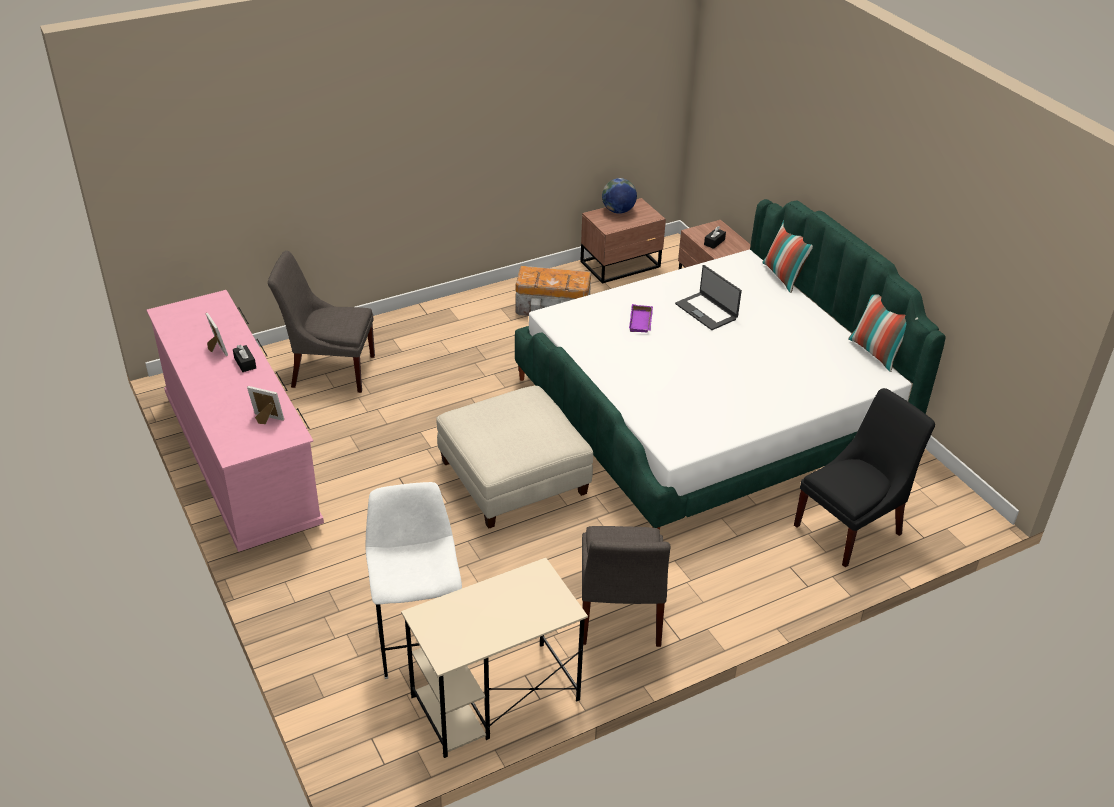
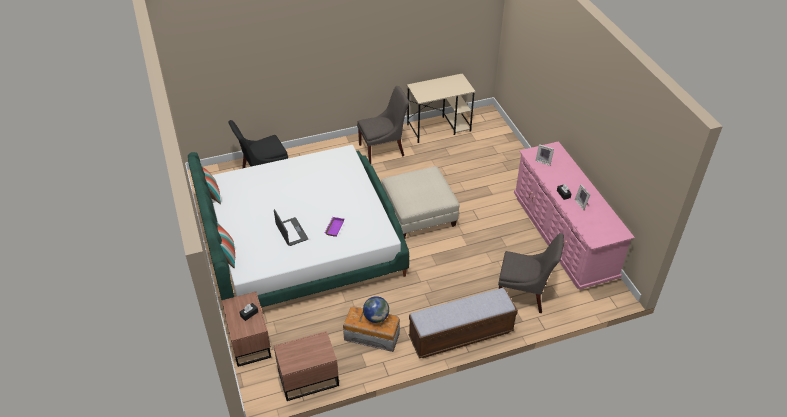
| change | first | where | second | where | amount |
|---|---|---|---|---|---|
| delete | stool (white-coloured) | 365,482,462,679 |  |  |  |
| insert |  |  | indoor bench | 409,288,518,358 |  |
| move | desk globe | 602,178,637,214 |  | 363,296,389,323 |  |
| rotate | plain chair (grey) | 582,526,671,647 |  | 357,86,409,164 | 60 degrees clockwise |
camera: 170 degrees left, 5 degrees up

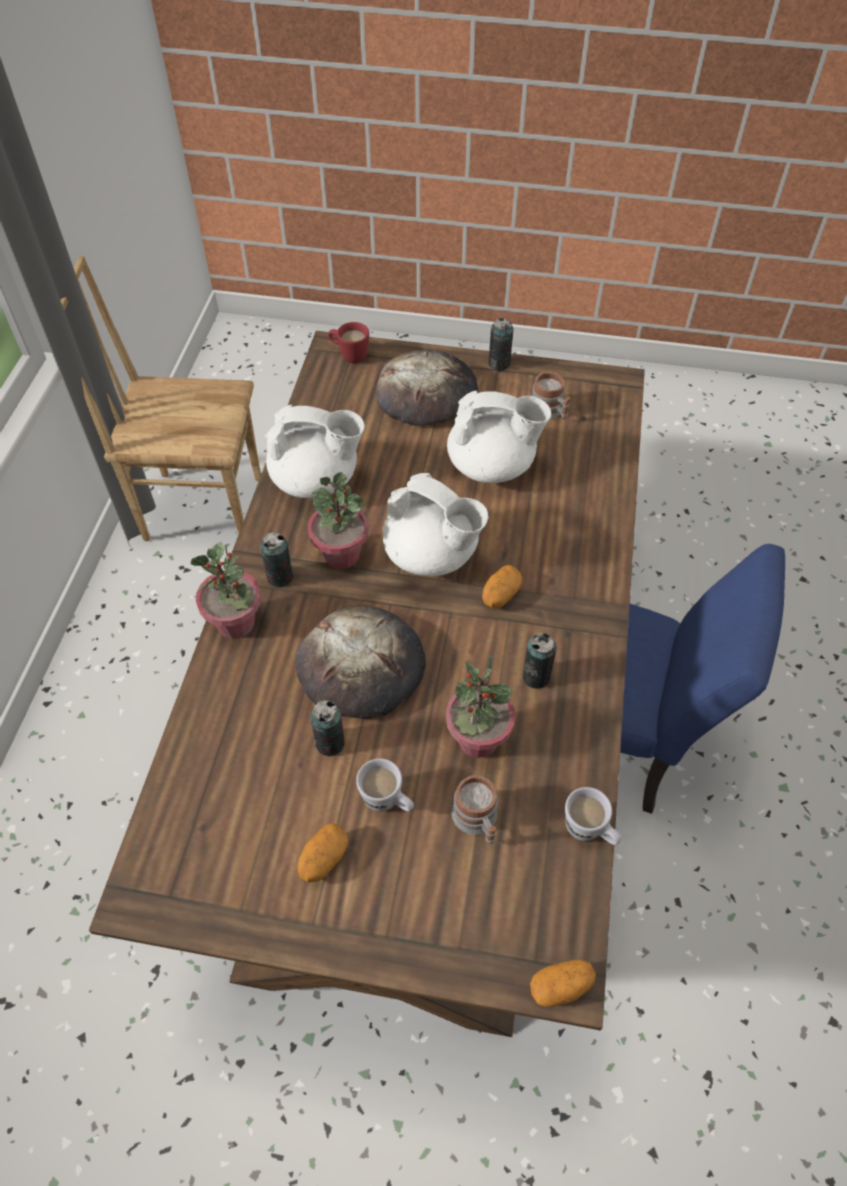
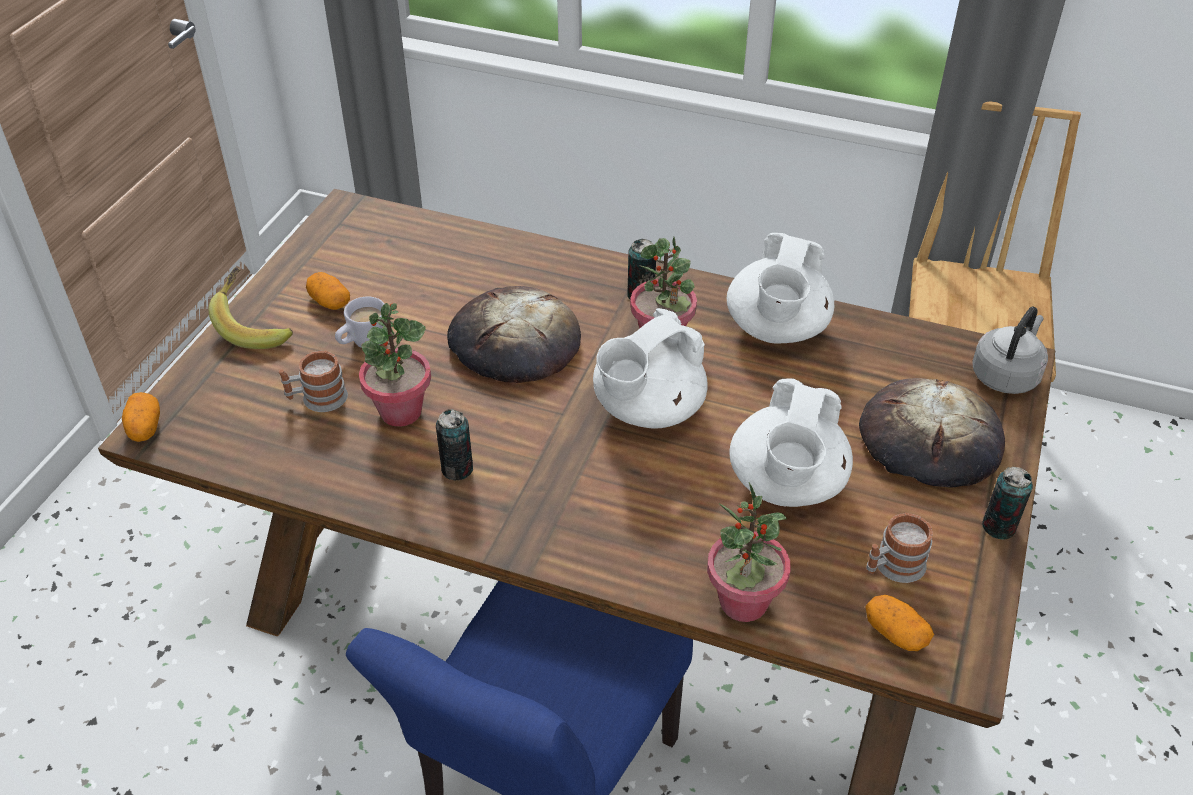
| change | first | where | second | where | amount |
|---|---|---|---|---|---|
| delete | metal can | 310,700,345,756 |  |  |  |
| delete | mug (white-coloured) | 565,787,622,845 |  |  |  |
| insert |  |  | banana fruit | 208,267,293,349 |  |
| move | houseplant | 191,542,261,639 |  | 707,482,790,622 |  |
| move | spud | 482,565,523,609 |  | 865,595,934,651 |  |
| replace | mug (reddish) | 328,322,369,363 | kettle (grey) | 972,306,1048,394 |  |
camera: 100 degrees right, 10 degrees down

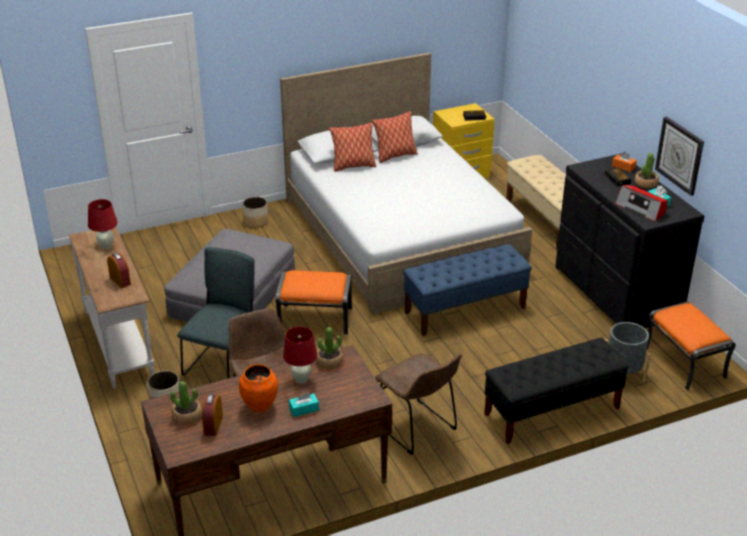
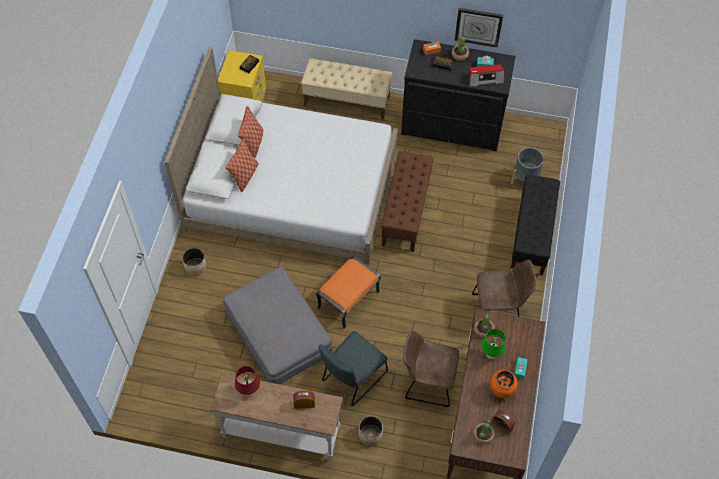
| change | first | where | second | where | amount |
|---|---|---|---|---|---|
| delete | ottoman (orange) | 647,302,736,391 |  |  |  |
| recolor | tabletop lamp (reddish) | 283,327,318,384 | tabletop lamp (green) | 481,329,506,359 |  |
| recolor | indoor bench (blue-coloured) | 403,244,532,336 | indoor bench (brown) | 381,151,434,252 |  |
| rotate | plain chair (grey) | 177,247,255,379 |  | 319,331,388,406 | 105 degrees counterclockwise |
camera: 55 degrees left, 25 degrees up

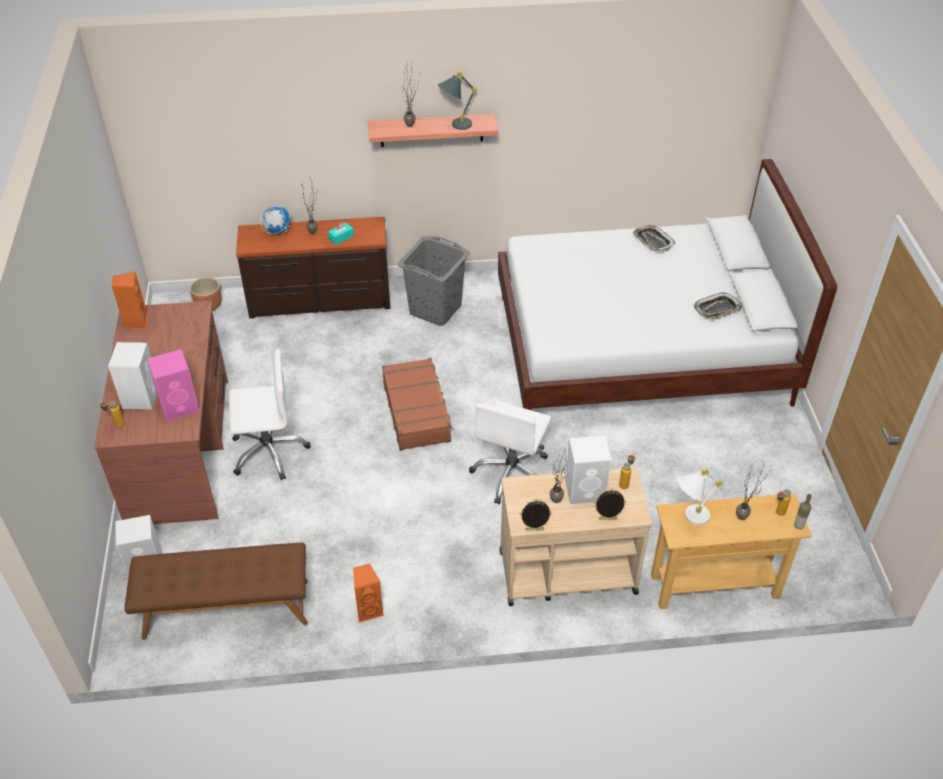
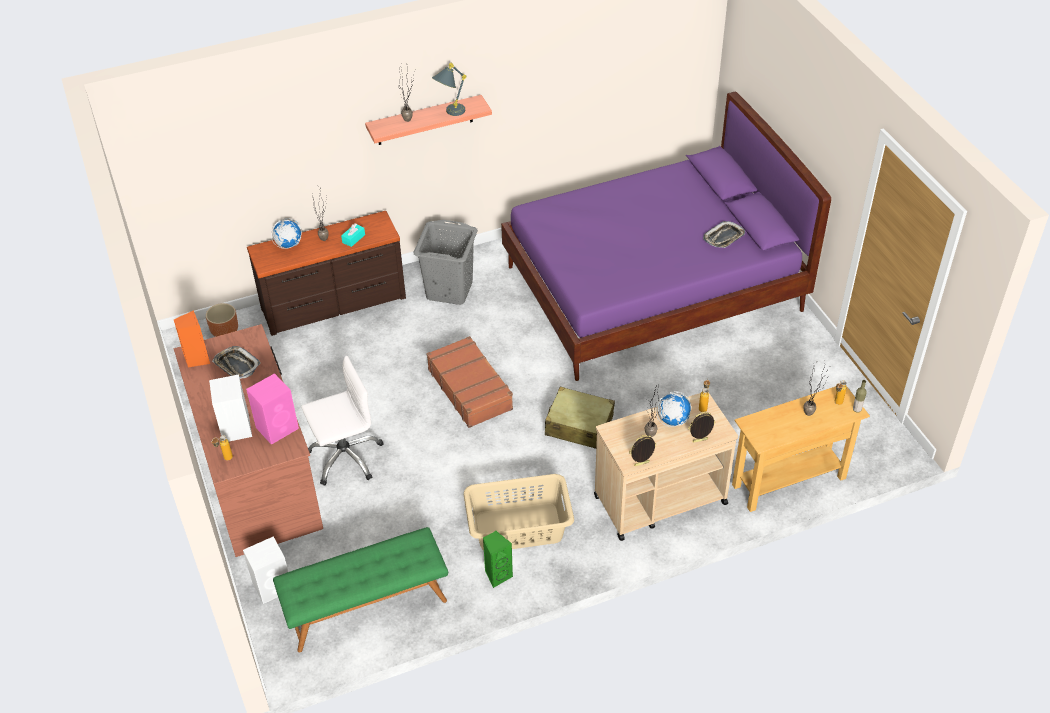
| change | first | where | second | where | amount |
|---|---|---|---|---|---|
| delete | tabletop lamp (white-coloured) | 677,469,722,525 |  |  |  |
| insert |  |  | hamper (beige-coloured) | 464,474,574,551 |  |
| move | serving tray | 632,225,675,252 |  | 212,346,261,379 |  |
| replace | desk chair (white-coloured) | 469,400,551,504 | travel case (beige-coloured) | 545,387,615,449 |  |
| replace | loudspeaker (white-coloured) | 565,436,611,504 | desk globe | 656,391,691,427 |  |
| recolor | indoor bench (brown) | 124,543,308,640 | indoor bench (green) | 273,527,448,653 |  |
| recolor | loudspeaker (orange) | 353,564,384,622 | loudspeaker (green) | 483,531,513,588 |  |
| recolor | sleeping bed (white-coloured) | 498,159,837,410 | sleeping bed (purplish) | 501,91,831,381 |  |
camera: 15 degrees left, 0 degrees up

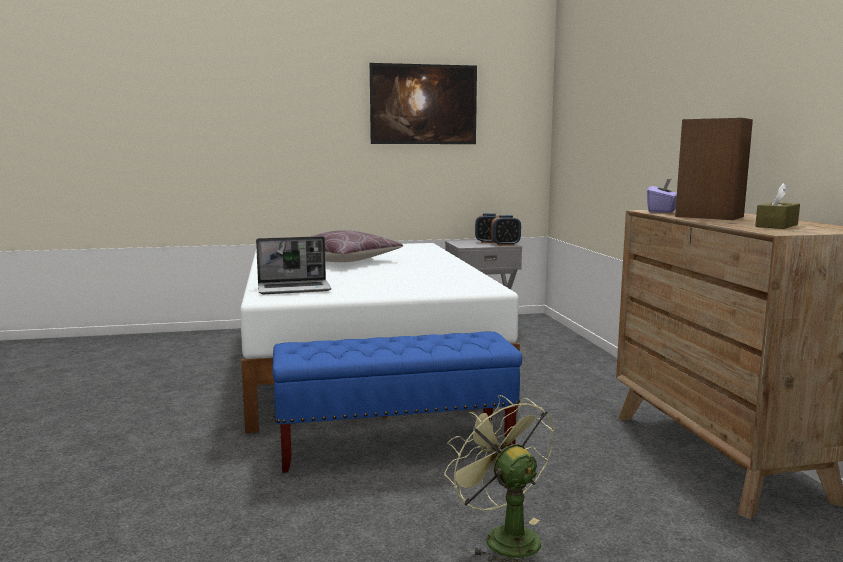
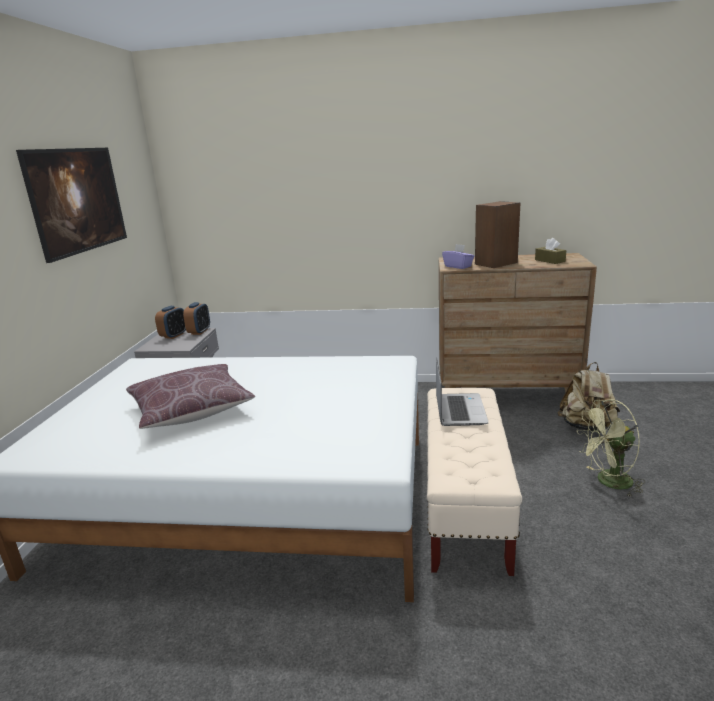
| change | first | where | second | where | amount |
|---|---|---|---|---|---|
| insert |  |  | rucksack (beige-coloured) | 557,362,620,433 |  |
| move | portable computer | 256,236,331,294 |  | 436,358,489,426 |  |
| recolor | indoor bench (blue-coloured) | 272,331,522,473 | indoor bench (beige-coloured) | 427,388,522,576 |  |
camera: 70 degrees left, 10 degrees up

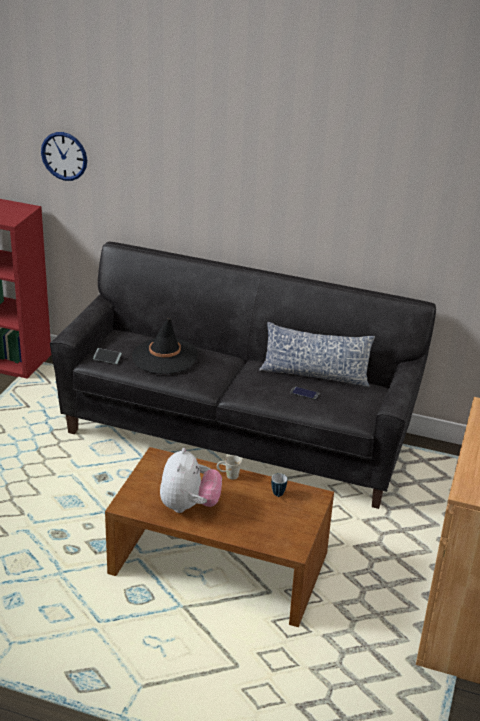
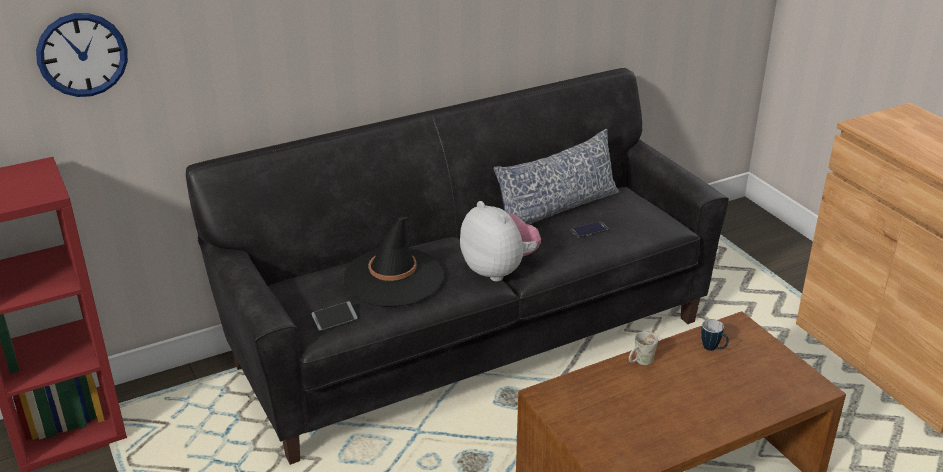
| change | first | where | second | where | amount |
|---|---|---|---|---|---|
| move | plush toy | 160,448,222,513 |  | 460,201,541,282 |  |
camera: 45 degrees left, 0 degrees up

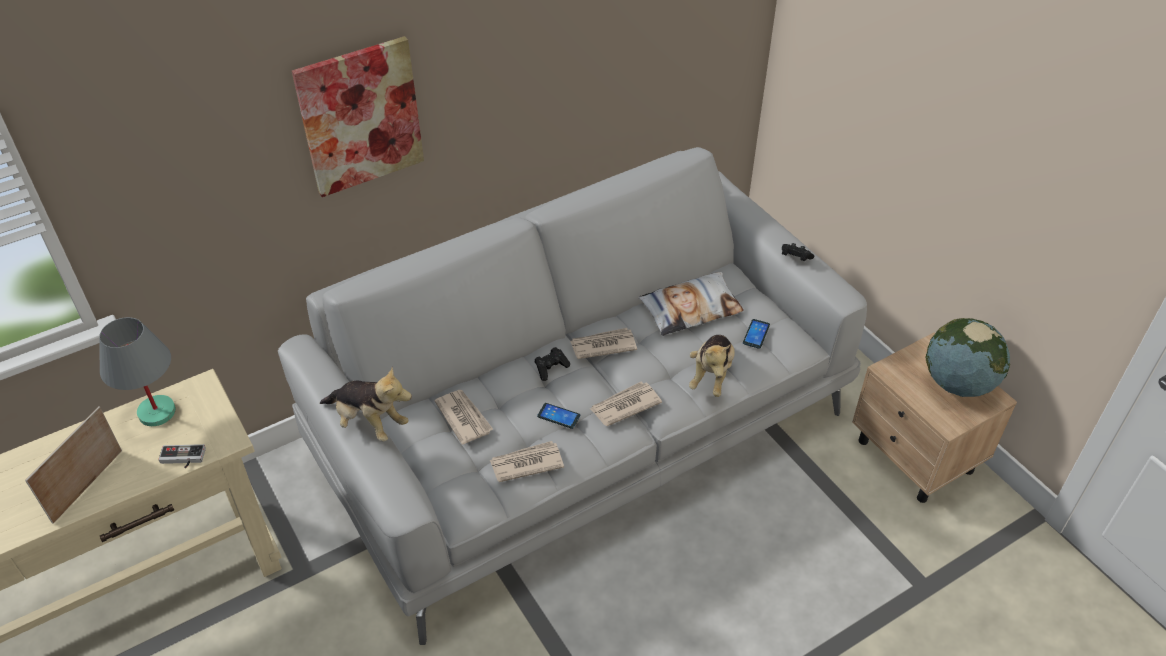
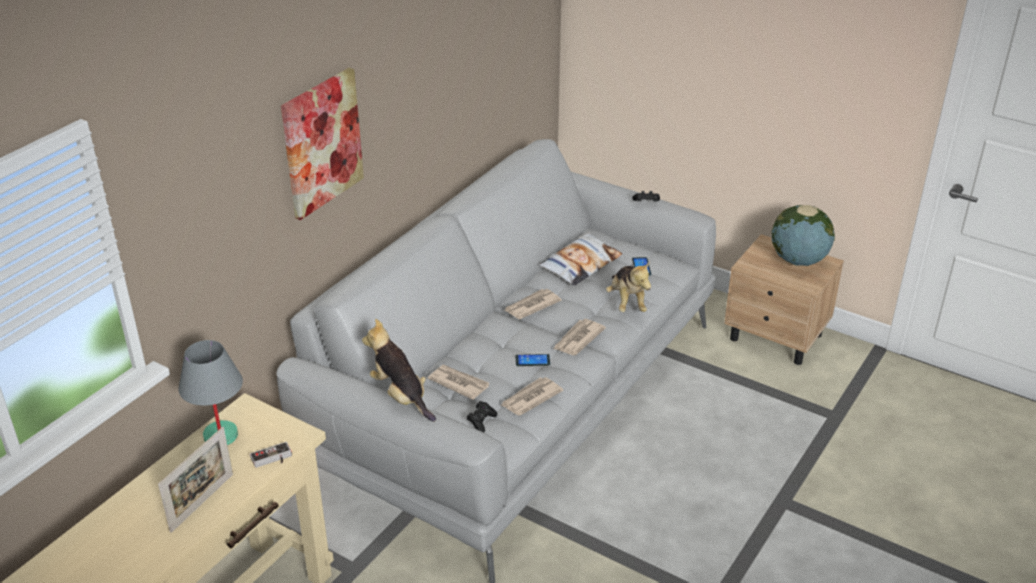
| change | first | where | second | where | amount |
|---|---|---|---|---|---|
| move | joypad (blackish) | 535,347,570,381 |  | 467,401,497,433 |  |
| rotate | picture frame | 25,406,122,524 |  | 158,427,233,533 | 150 degrees counterclockwise |
| rotate | plush toy | 320,367,412,442 |  | 362,319,436,422 | 135 degrees counterclockwise |
camera: 25 degrees left, 10 degrees down

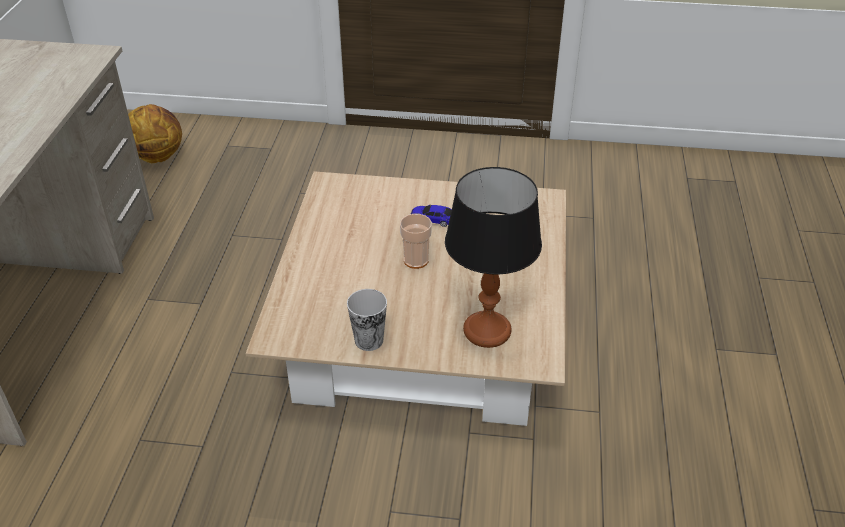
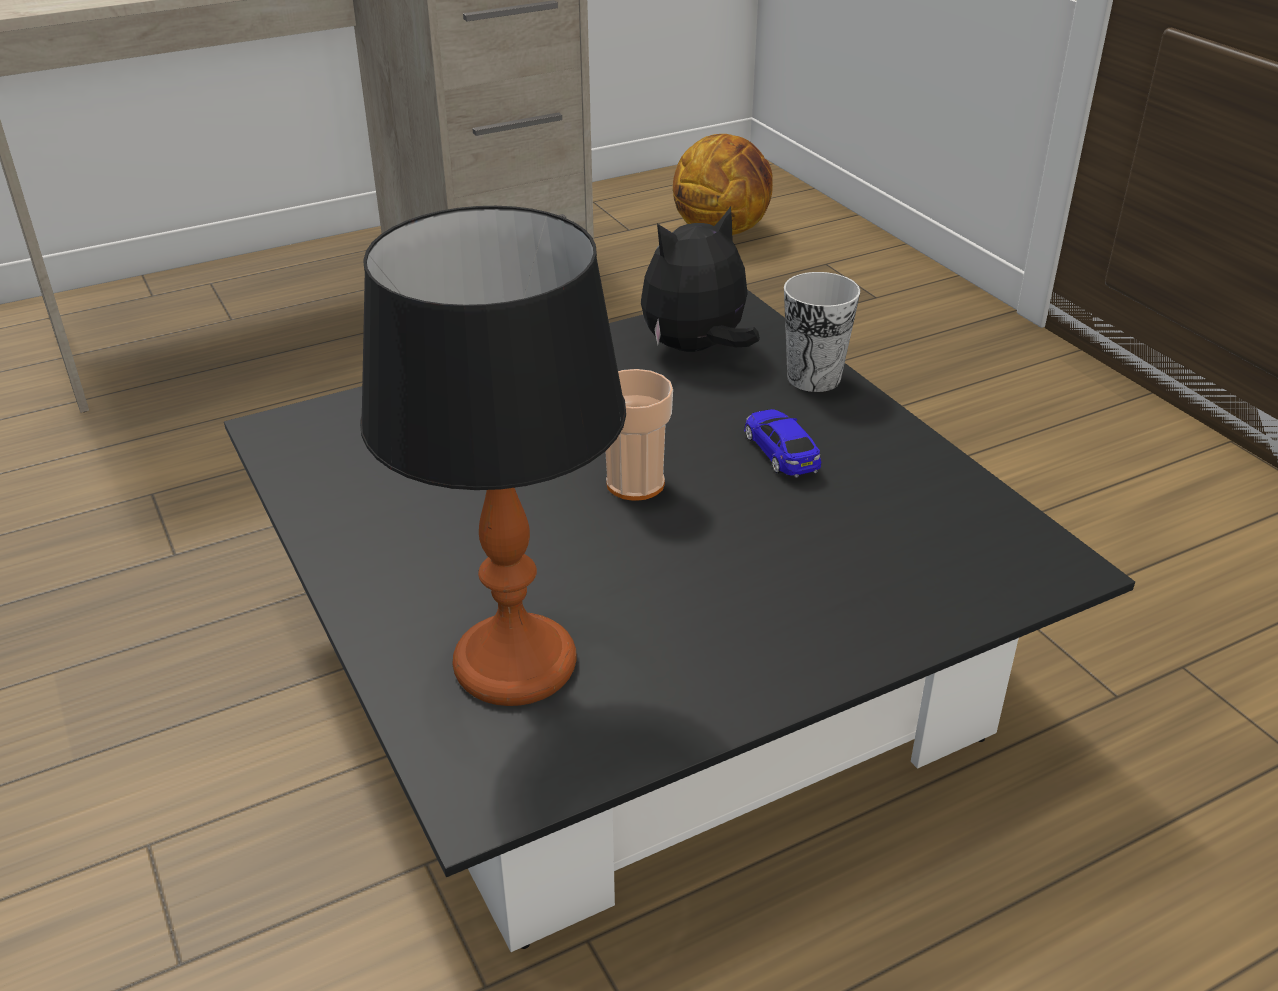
| change | first | where | second | where | amount |
|---|---|---|---|---|---|
| insert |  |  | plush toy | 641,206,760,352 |  |
| move | small cup | 347,289,387,351 |  | 784,272,860,392 |  |
| recolor | lounge table (beige-coloured) | 246,171,566,426 | lounge table (blackish) | 224,289,1135,952 |  |
camera: 55 degrees right, 5 degrees down

